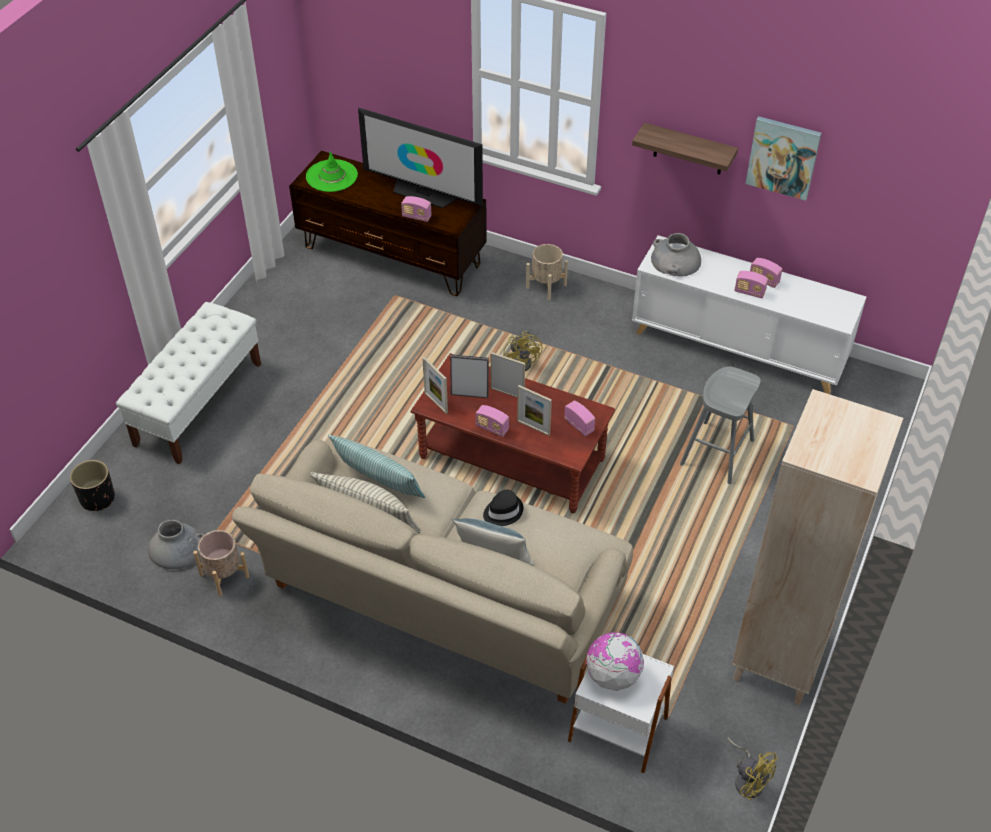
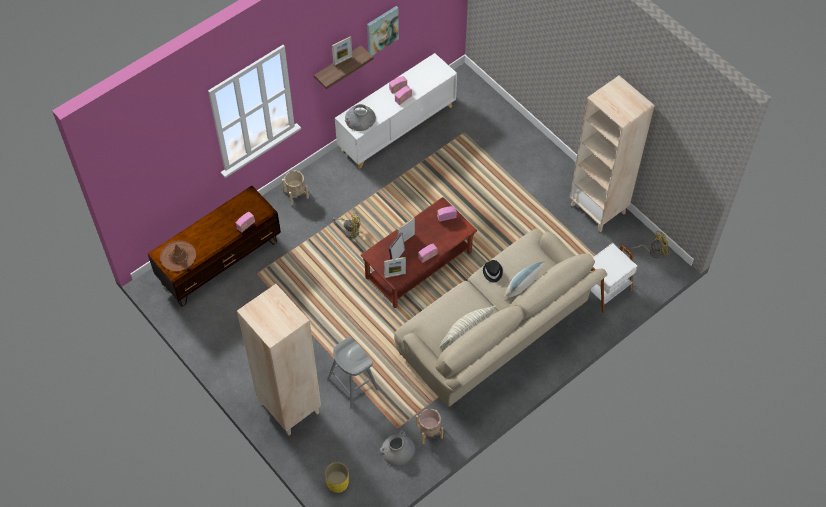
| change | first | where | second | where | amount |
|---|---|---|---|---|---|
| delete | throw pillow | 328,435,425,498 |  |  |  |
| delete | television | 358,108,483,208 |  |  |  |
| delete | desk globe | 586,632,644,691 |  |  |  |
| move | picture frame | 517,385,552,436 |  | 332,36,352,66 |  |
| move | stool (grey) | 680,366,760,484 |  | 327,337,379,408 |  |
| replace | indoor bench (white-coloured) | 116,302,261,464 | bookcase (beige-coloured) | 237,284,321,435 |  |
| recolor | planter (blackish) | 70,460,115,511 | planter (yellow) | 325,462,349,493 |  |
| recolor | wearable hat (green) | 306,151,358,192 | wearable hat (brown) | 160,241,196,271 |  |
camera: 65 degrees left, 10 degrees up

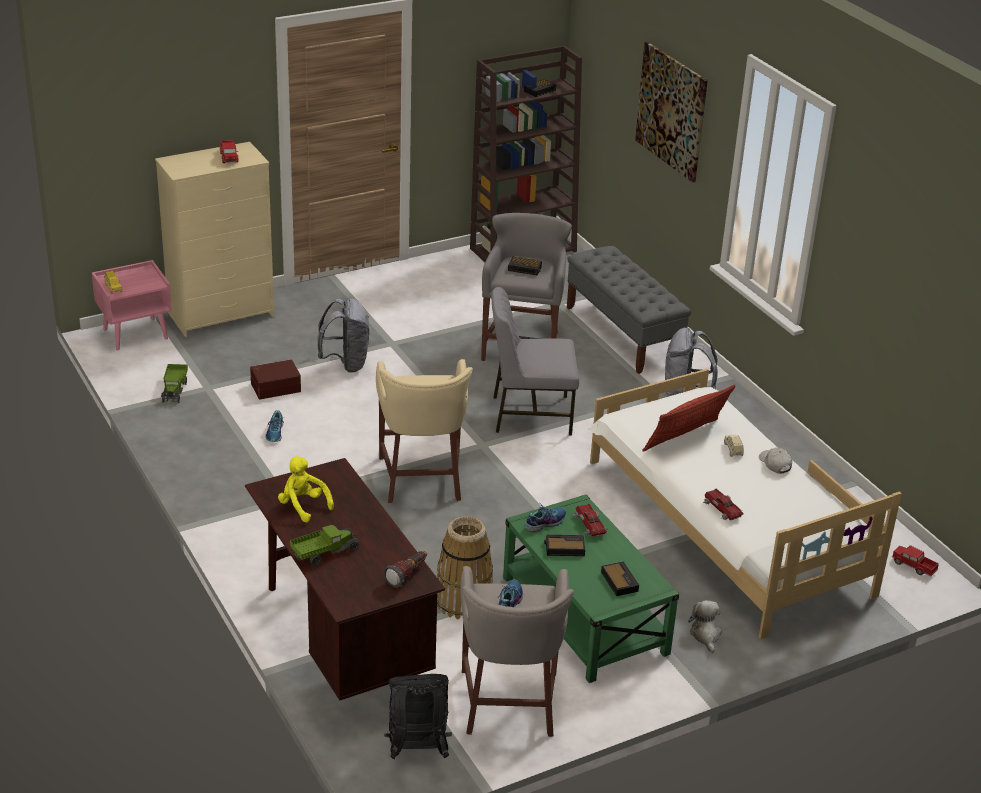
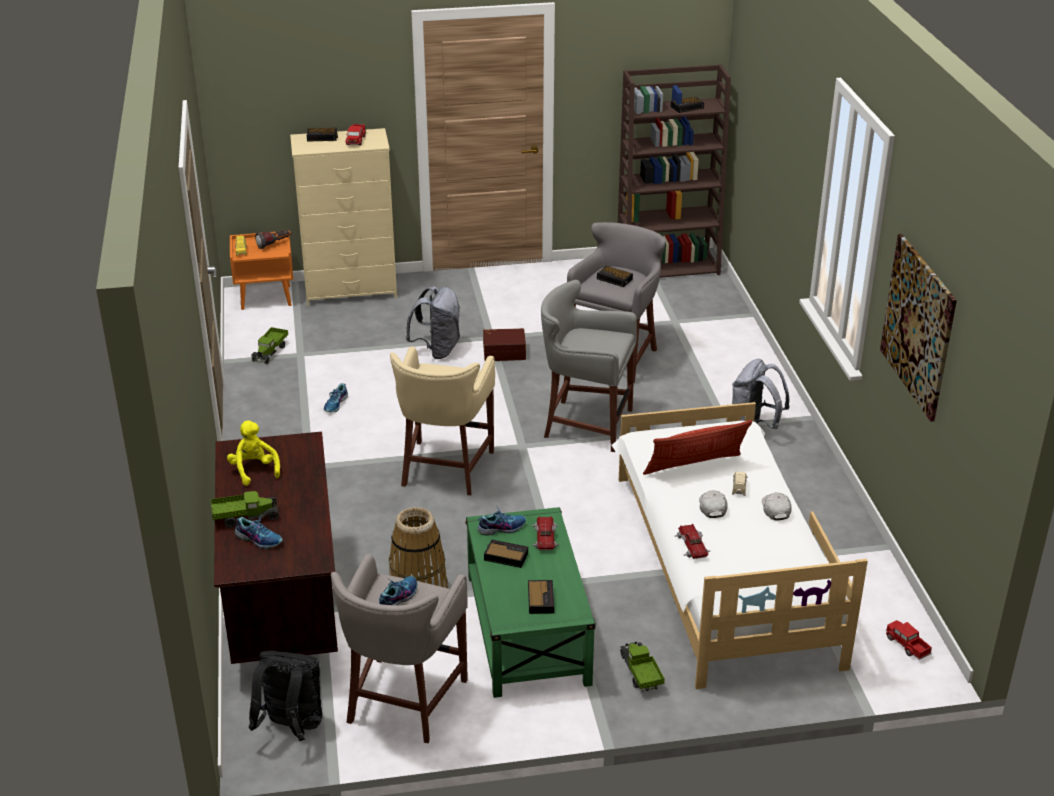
| change | first | where | second | where | amount |
|---|---|---|---|---|---|
| delete | indoor bench (grey) | 567,246,691,374 |  |  |  |
| insert |  |  | low shoe | 235,514,283,549 |  |
| insert |  |  | alarm clock | 307,128,338,142 |  |
| insert |  |  | baseball cap (white-coloured) | 699,490,728,518 |  |
| move | storage bin (brown) | 250,359,301,399 |  | 483,328,526,361 |  |
| move | torch | 384,551,427,588 |  | 255,230,291,249 |  |
| move | wall picture | 635,42,708,182 |  | 880,234,957,422 |  |
| replace | plain chair (grey) | 491,287,579,436 | stool (grey) | 541,280,637,452 |  |
| replace | plush toy | 688,600,722,654 | toy truck | 620,641,665,692 |  |
| recolor | bedside table (pinkish) | 92,260,172,351 | bedside table (orange) | 230,231,293,310 |  |
camera: 20 degrees right, 0 degrees up

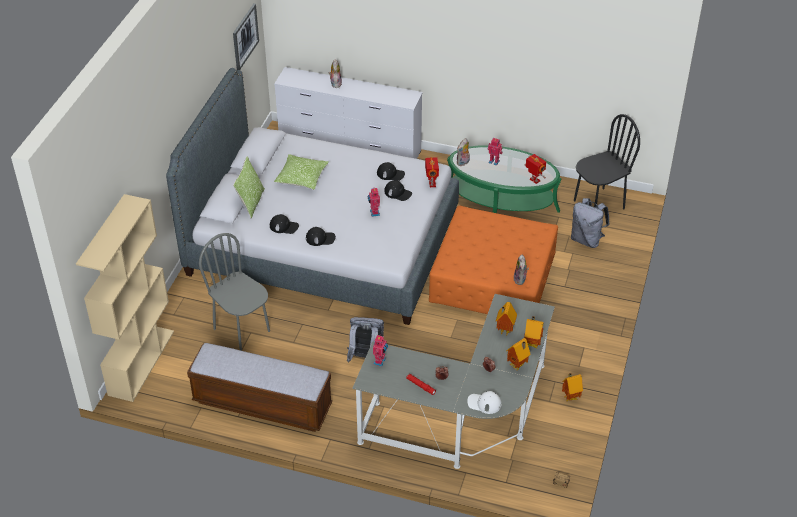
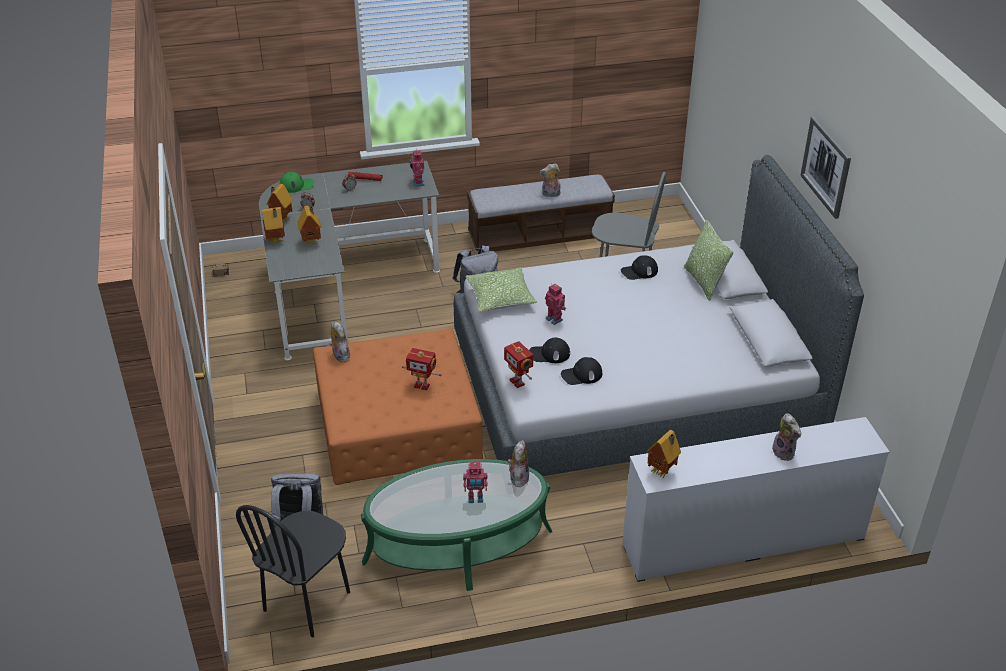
| change | first | where | second | where | amount |
|---|---|---|---|---|---|
| delete | bookcase (beige-coloured) | 76,194,174,402 |  |  |  |
| delete | baseball cap (blackish) | 306,227,336,246 |  |  |  |
| insert |  |  | plush toy | 540,163,561,197 |  |
| move | wall picture | 233,3,259,70 |  | 800,117,851,219 |  |
| move | throw pillow | 274,154,329,190 |  | 466,268,537,313 |  |
| move | model robot | 525,154,546,184 |  | 402,348,442,390 |  |
| move | miniature house | 562,373,583,401 |  | 646,430,681,478 |  |
| recolor | baseball cap (white-coloured) | 467,391,502,414 | baseball cap (green) | 280,172,315,193 |  |
camera: 150 degrees right, 5 degrees down

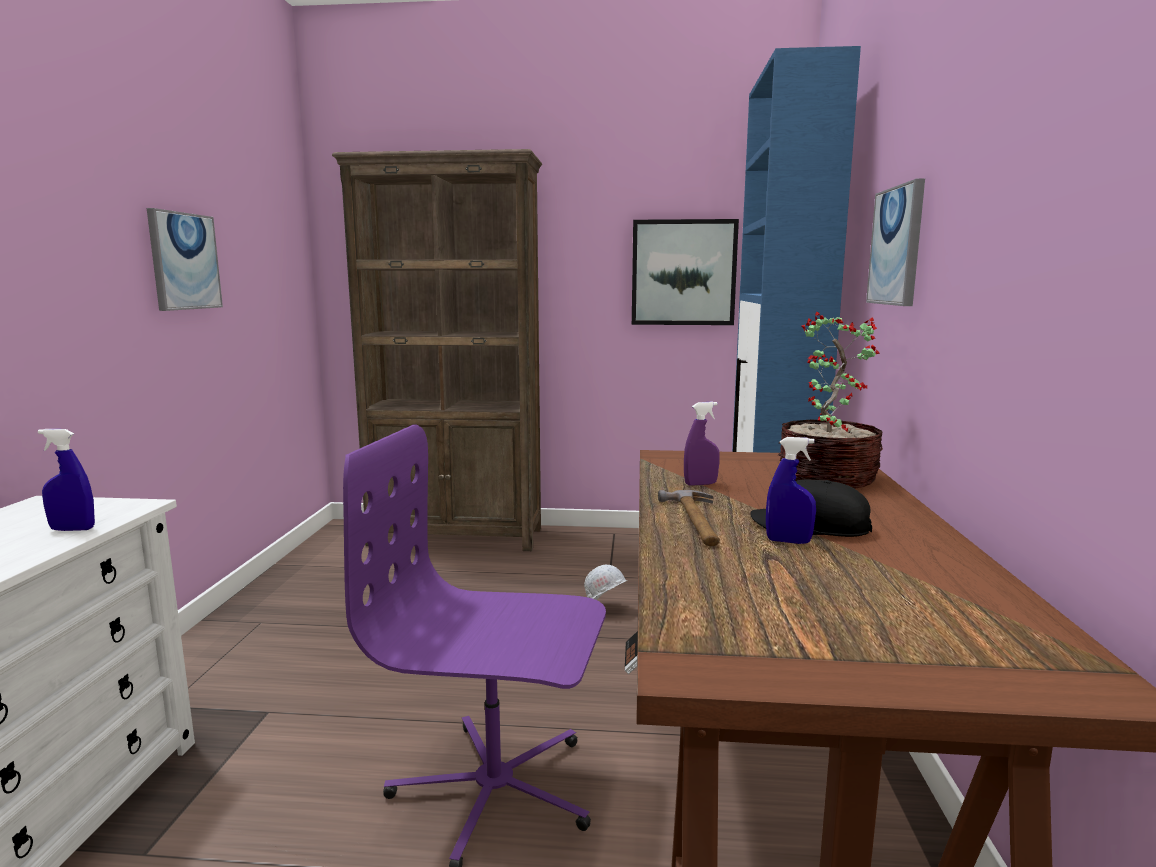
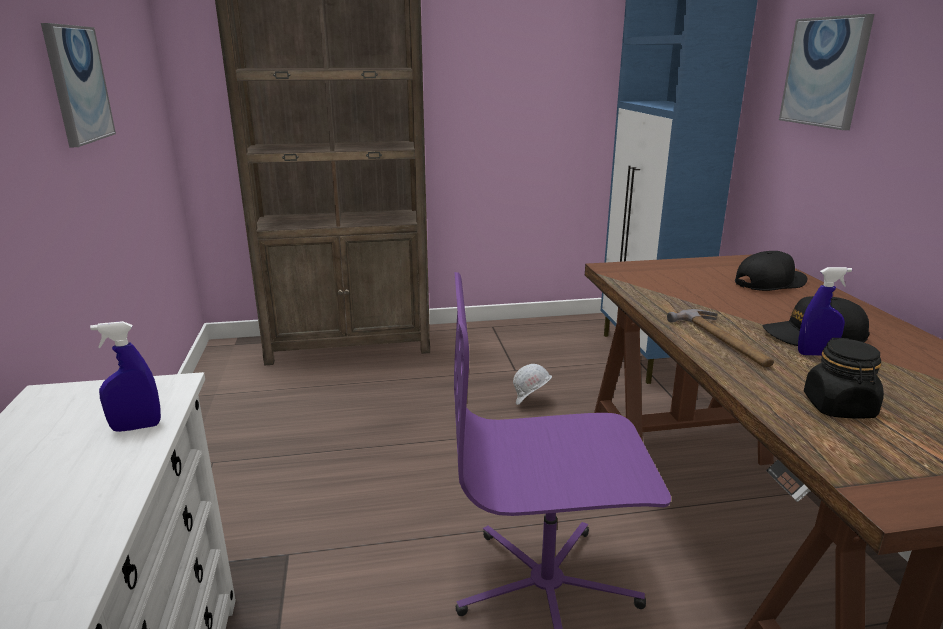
| change | first | where | second | where | amount |
|---|---|---|---|---|---|
| delete | wall picture | 632,219,739,325 |  |  |  |
| delete | sprayer (purplish) | 684,401,720,486 |  |  |  |
| insert |  |  | preserve jar (blackish) | 804,338,884,419 |  |
| replace | houseplant | 778,312,883,489 | baseball cap (blackish) | 735,251,807,291 |  |
camera: 15 degrees left, 10 degrees up

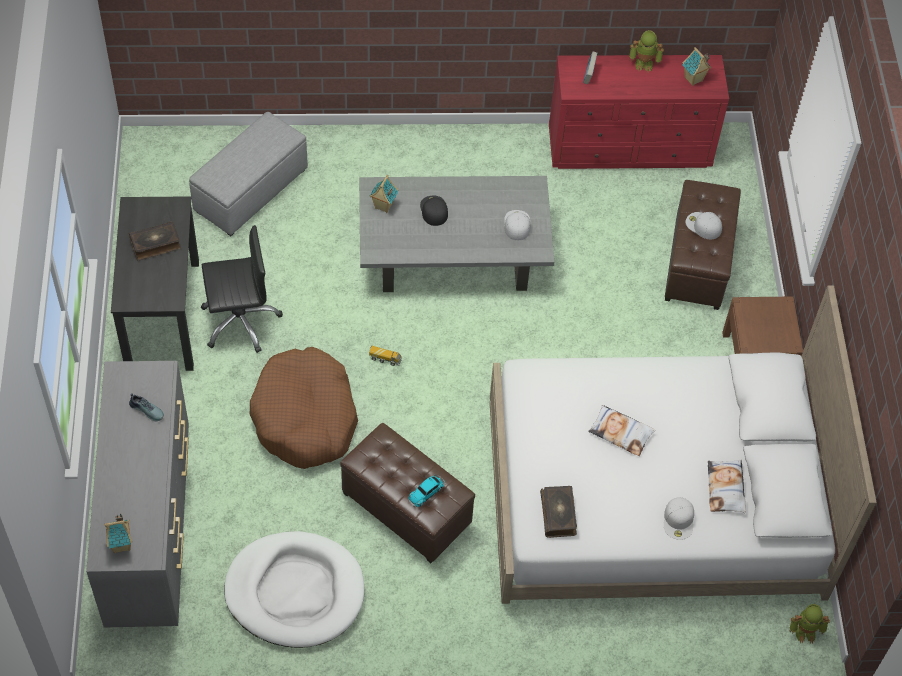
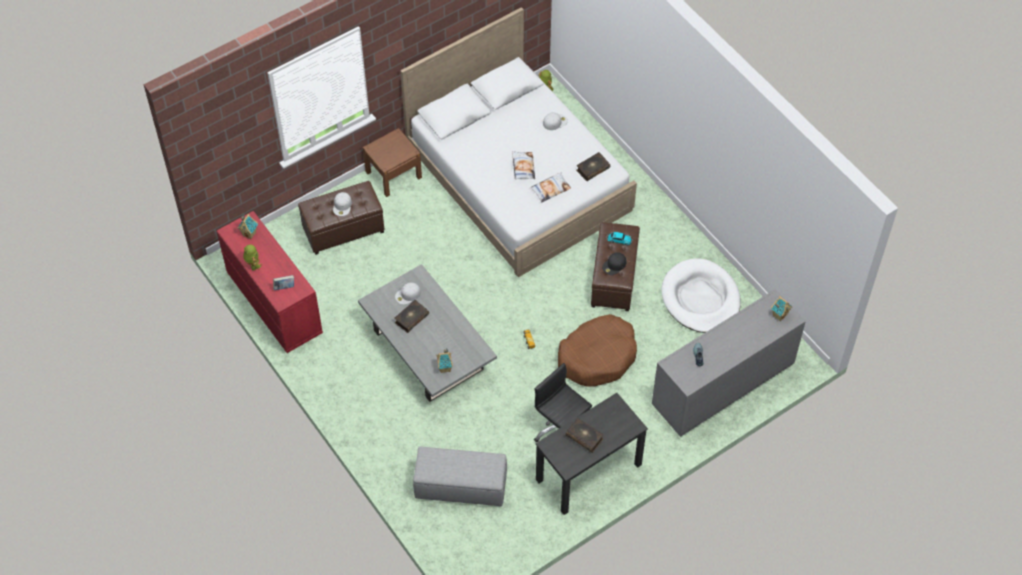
| change | first | where | second | where | amount |
|---|---|---|---|---|---|
| insert |  |  | book | 394,300,429,333 |  |
| move | baseball cap (blackish) | 420,196,448,226 |  | 602,252,626,275 |  |
| move | throw pillow | 708,460,746,513 |  | 531,173,571,202 |  |
camera: 120 degrees left, 0 degrees up

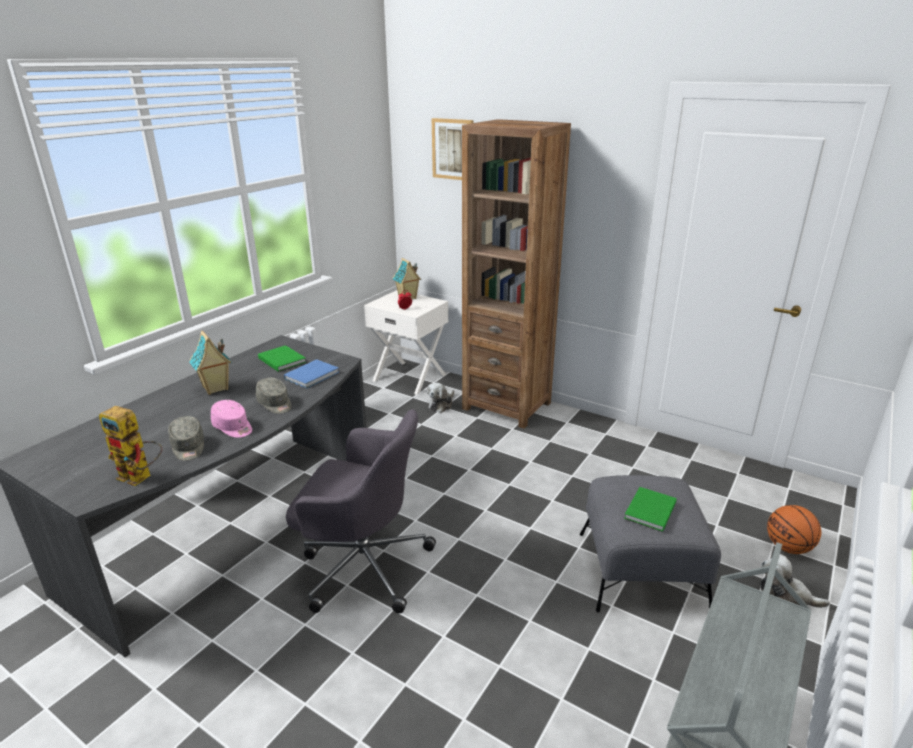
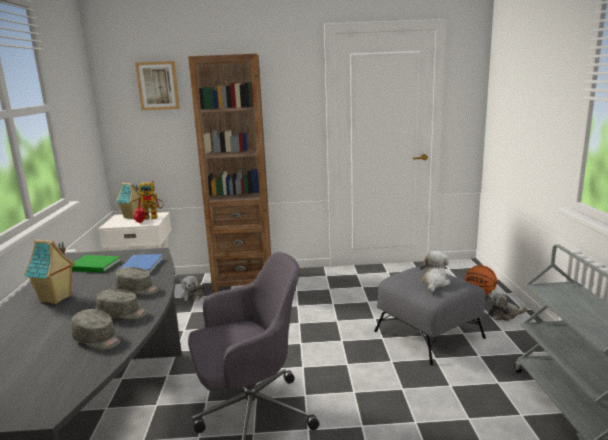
| change | first | where | second | where | amount |
|---|---|---|---|---|---|
| move | model robot | 99,406,162,486 |  | 138,181,164,220 |  |
| replace | book (green) | 624,487,677,532 | plush toy | 420,251,450,292 |  |
| recolor | baseball cap (pinkish) | 211,400,252,438 | baseball cap (grey) | 96,289,148,319 |  |
camera: 35 degrees left, 10 degrees down

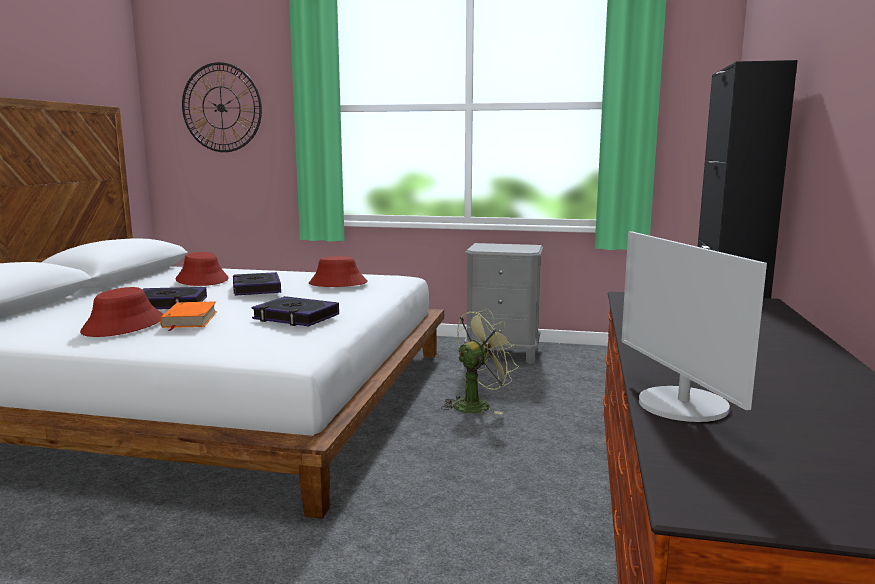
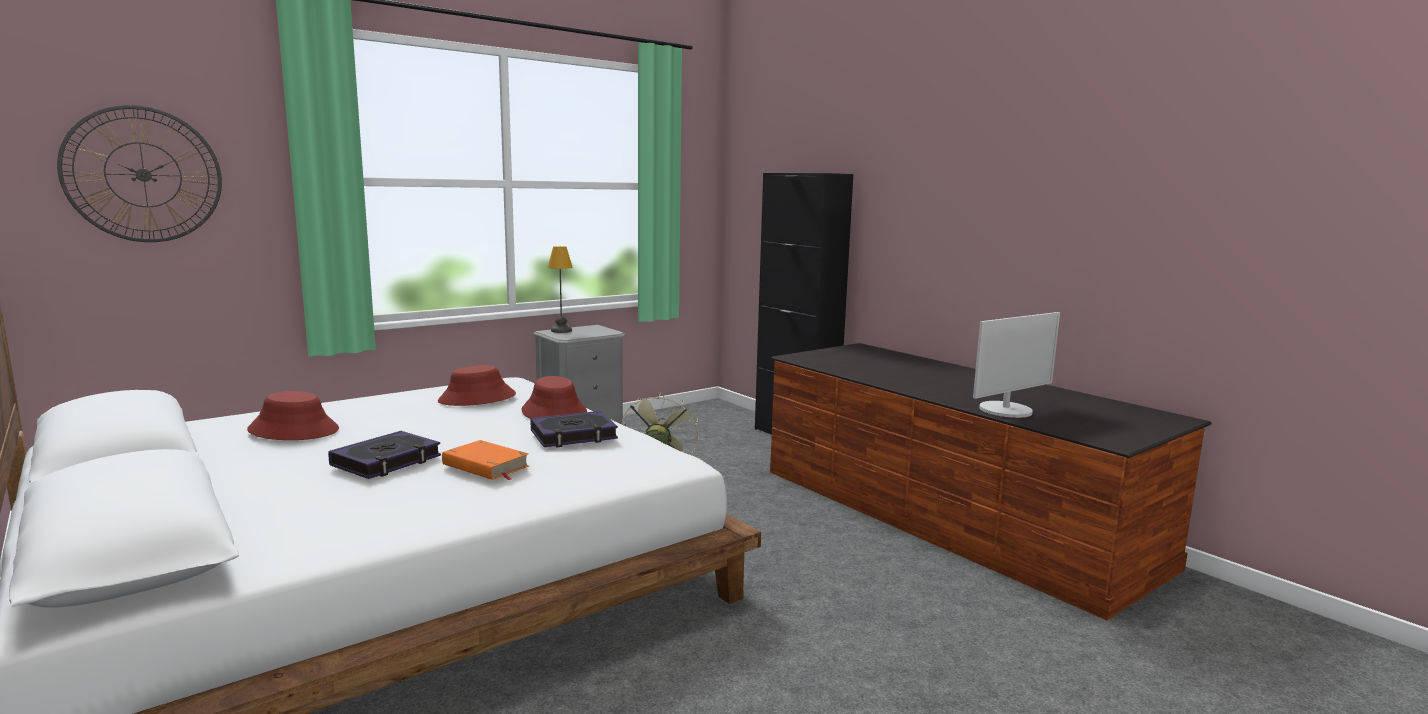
| change | first | where | second | where | amount |
|---|---|---|---|---|---|
| delete | book | 233,272,281,296 |  |  |  |
| insert |  |  | tabletop lamp | 548,246,573,333 |  |
| move | wearable hat (reddish) | 80,287,163,337 |  | 522,376,587,419 |  |
| rotate | monitor | 621,232,767,422 |  | 973,312,1060,418 | 60 degrees counterclockwise |
camera: 50 degrees left, 0 degrees up

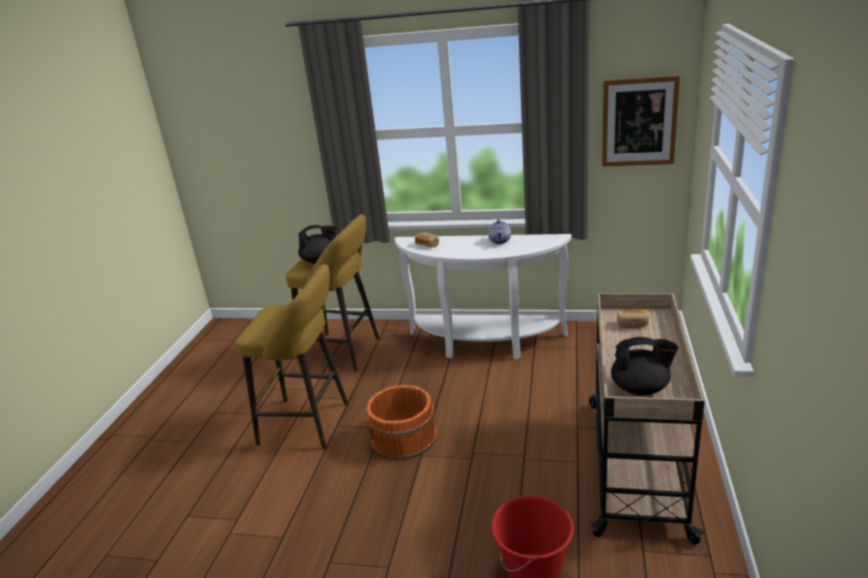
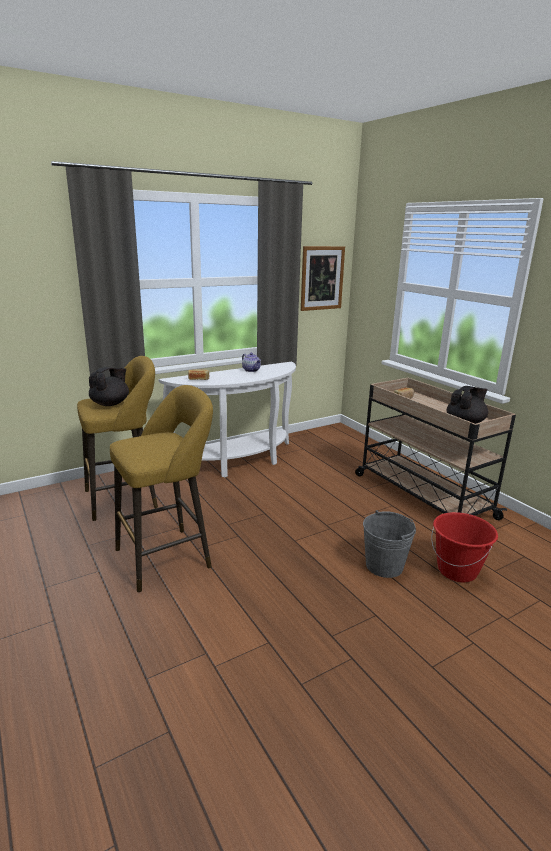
| change | first | where | second | where | amount |
|---|---|---|---|---|---|
| delete | water bucket (orange) | 365,385,437,460 |  |  |  |
| insert |  |  | water bucket (grey) | 363,510,416,578 |  |
camera: 45 degrees left, 5 degrees down

